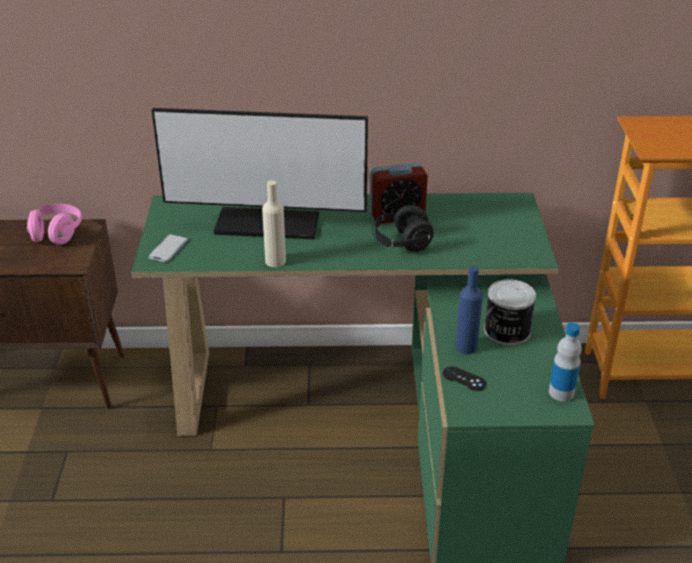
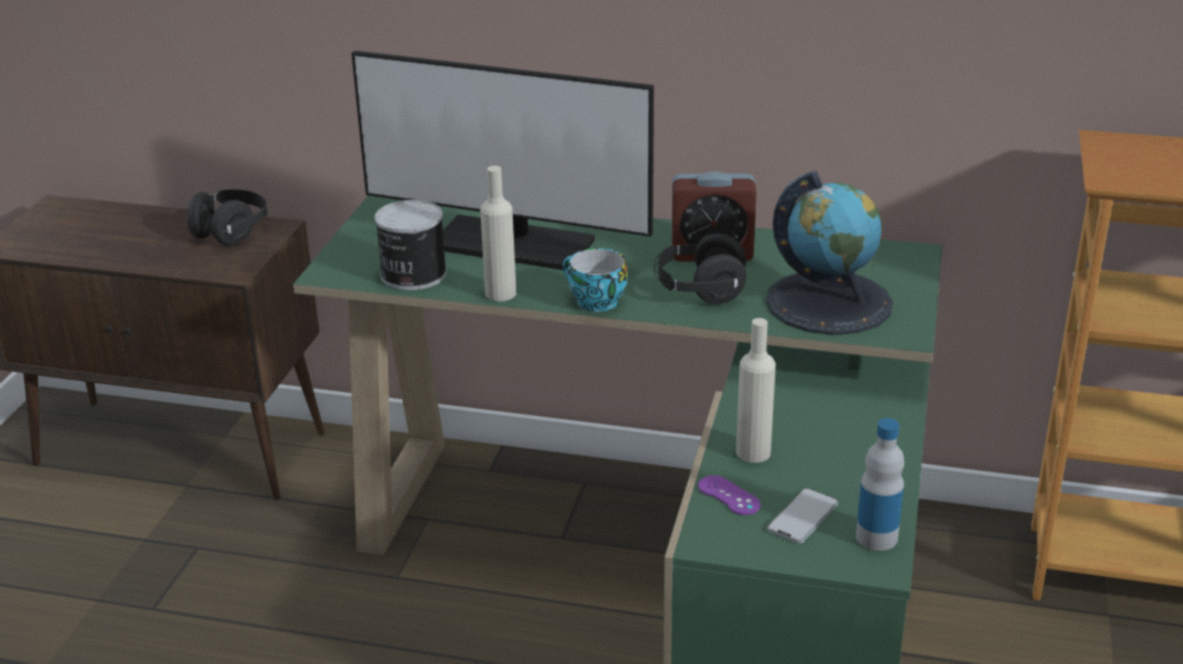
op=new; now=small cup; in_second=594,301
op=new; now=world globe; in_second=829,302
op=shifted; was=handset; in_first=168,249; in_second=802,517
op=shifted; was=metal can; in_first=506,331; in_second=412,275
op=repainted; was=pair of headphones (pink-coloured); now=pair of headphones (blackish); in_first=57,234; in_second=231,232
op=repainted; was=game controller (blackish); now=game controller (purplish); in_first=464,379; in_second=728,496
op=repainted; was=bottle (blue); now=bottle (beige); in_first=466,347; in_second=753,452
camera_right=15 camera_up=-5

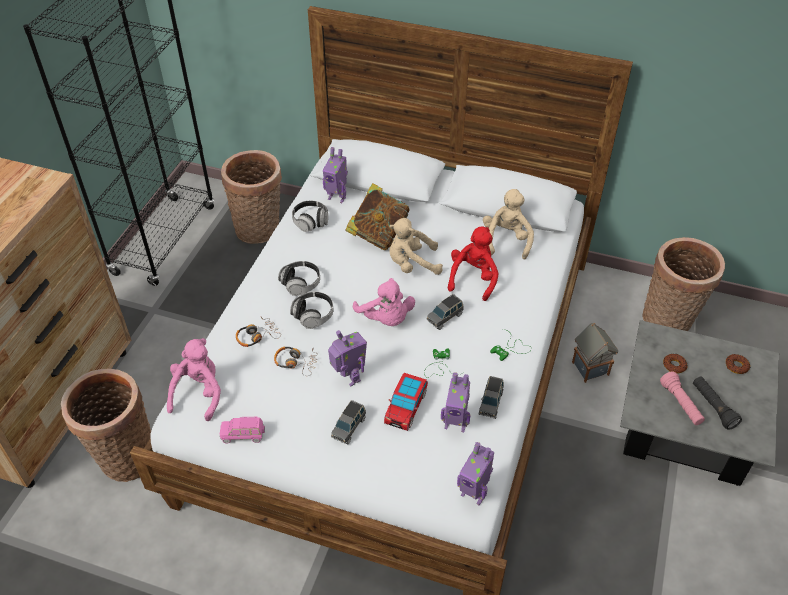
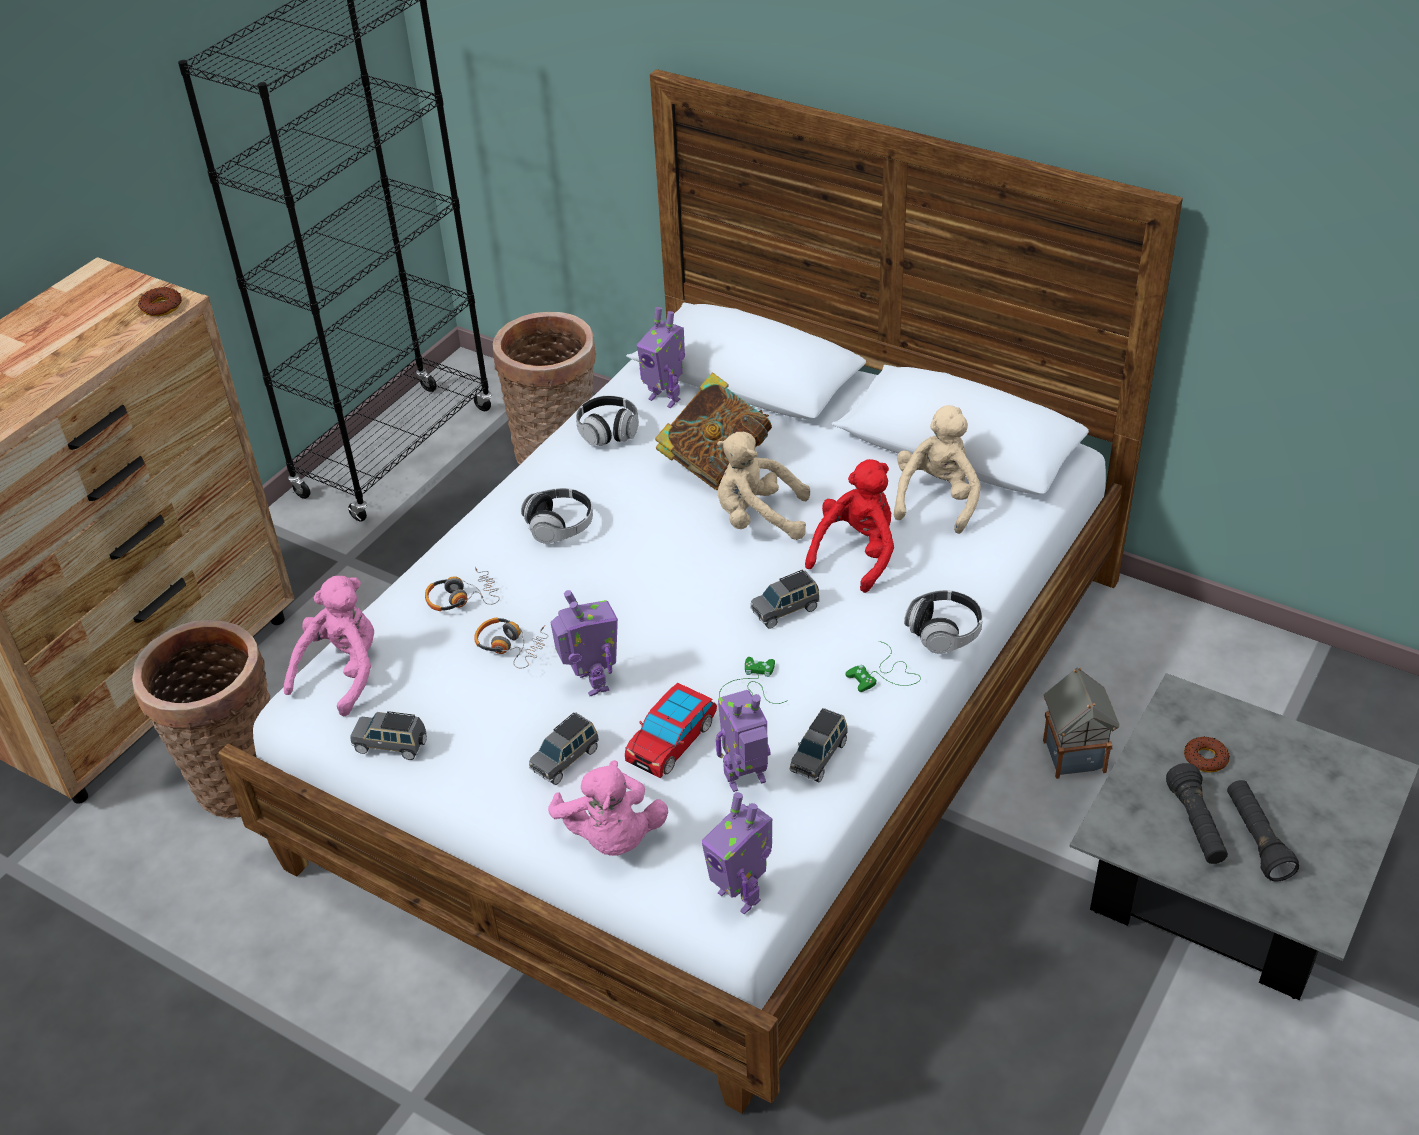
op=gone; was=basket; in_first=669,321
op=shifted; was=pair of headphones; in_first=313,315; in_second=944,632
op=shifted; was=cuddly toy (pink-coloured); in_first=386,319; in_second=611,837
op=shifted; was=doughnut; in_first=736,366; in_second=161,307
op=repainted; was=miniature car (pink-coloured); now=miniature car (gray); in_first=243,435; in_second=392,745
op=repainted; was=flashlight (pink-coloured); now=flashlight (blackish); in_first=681,404; in_second=1196,825
op=rotated; was=toy robot; in_first=455,424; in_second=746,781; clockwise=135
camera_right=15 camera_up=-5

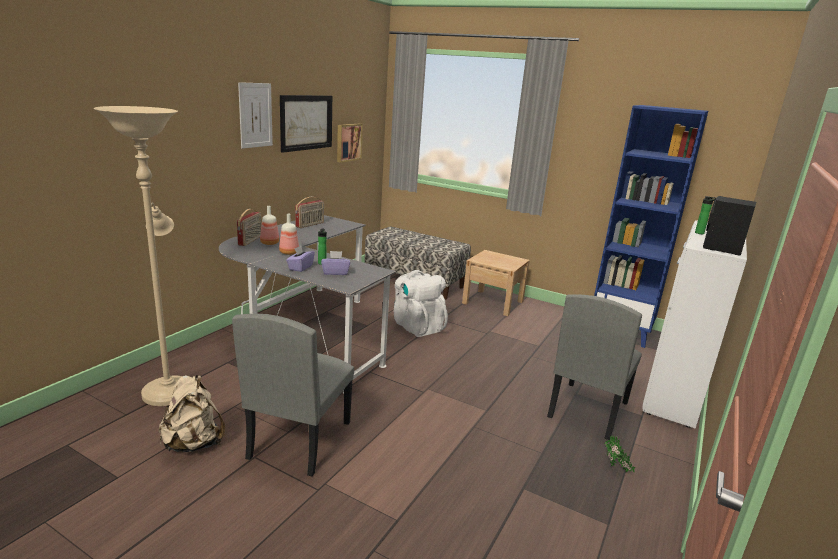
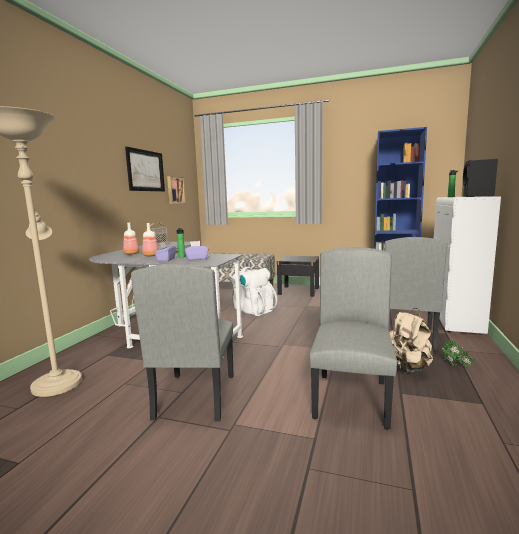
op=gone; was=radio receiver; in_first=250,241
op=gone; was=picture; in_first=255,115
op=new; now=chair (gray); in_second=352,399
op=shifted; was=backpack (beige); in_first=193,443; in_second=407,368
op=repainted; was=nightstand (beige); now=nightstand (blackish); in_first=493,302; in_second=298,291
camera_right=-10 camera_up=-10

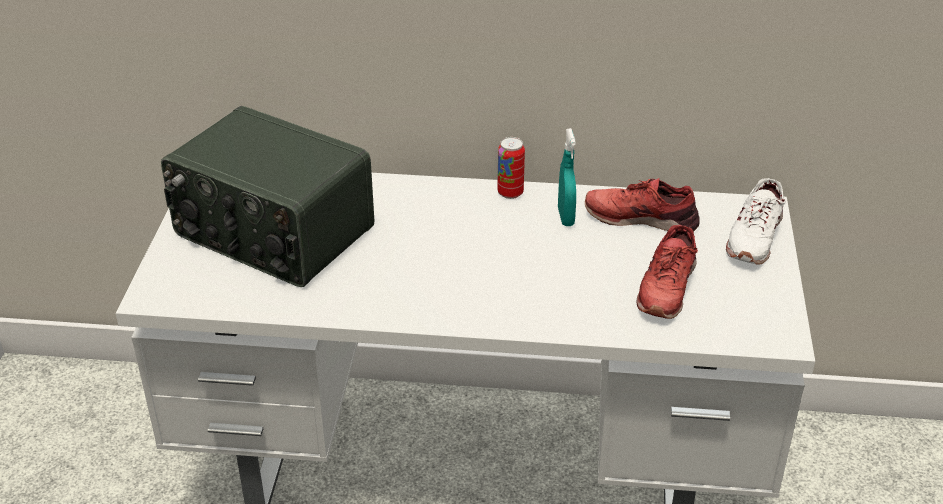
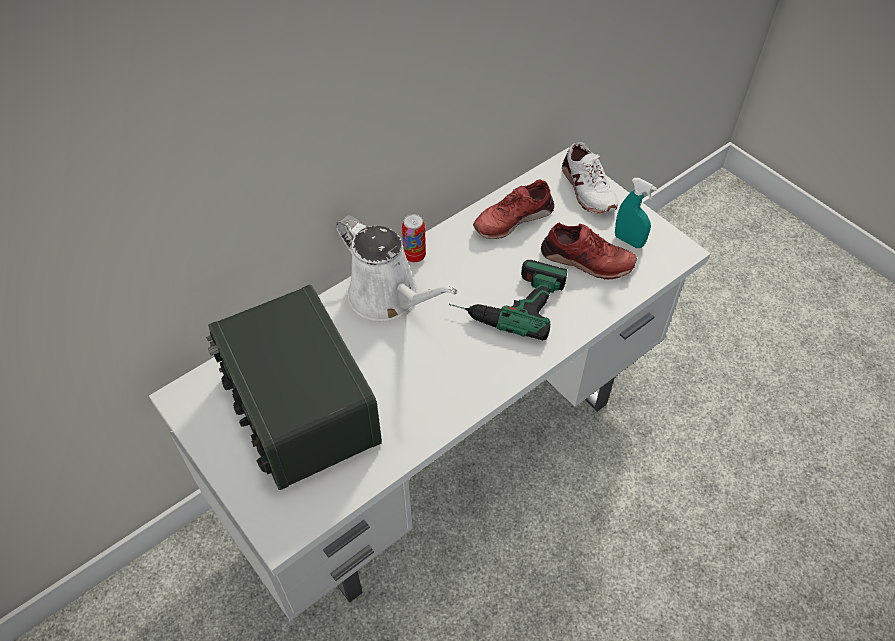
op=new; now=watering pot (whitish); in_second=388,297
op=new; now=power drill; in_second=507,300
op=shifted; was=hand sprayer (turquoise); in_first=565,217; in_second=628,241
op=rotated; was=radio receiver; in_first=272,233; in_second=298,409; clockwise=75
op=rotated; was=low shoe (red-coloured); in_first=666,287; in_second=586,260; clockwise=-45
camera_right=-45 camera_up=15

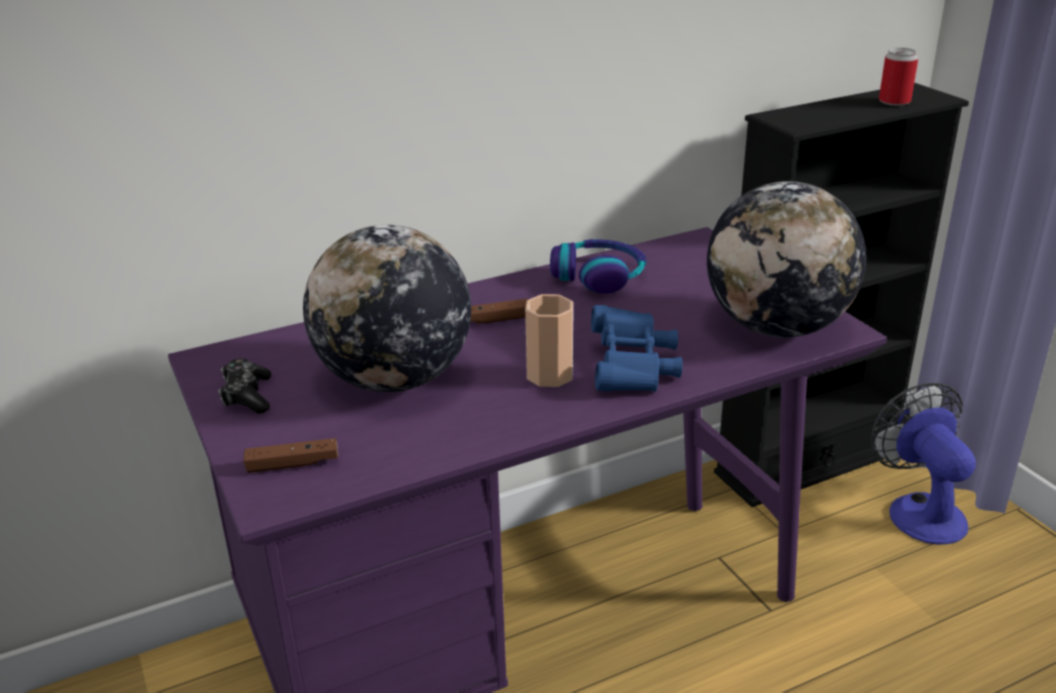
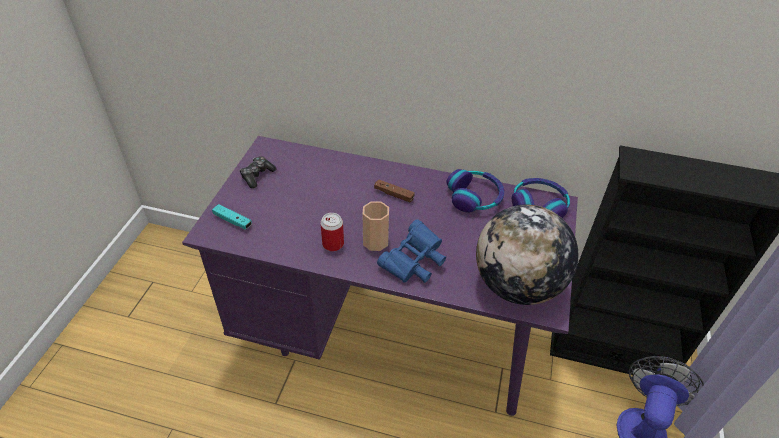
op=gone; was=world globe; in_first=394,379
op=new; now=pair of headphones; in_second=539,205
op=shifted; was=metal can; in_first=894,101; in_second=333,244
op=repainted; was=game controller (brown-coloured); now=game controller (turquoise); in_first=293,464; in_second=232,221
camera_right=40 camera_up=15

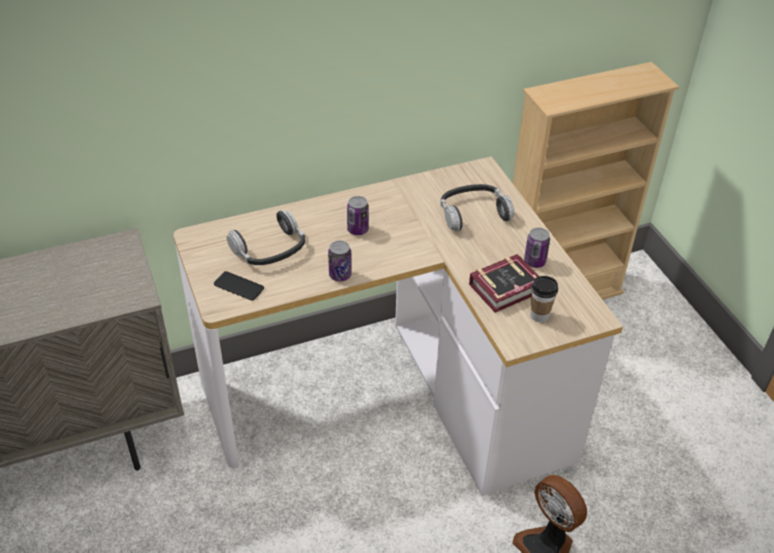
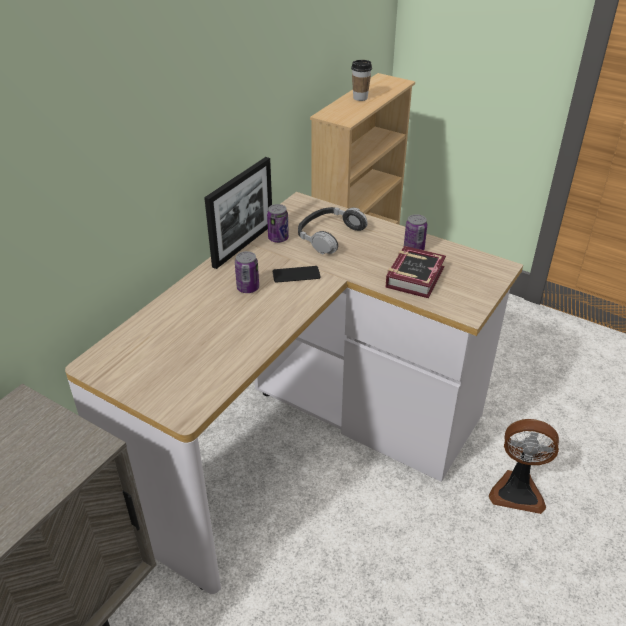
op=gone; was=pair of headphones; in_first=269,249
op=new; now=standing frame; in_second=243,245
op=shifted; was=handset; in_first=239,286; in_second=296,275
op=shifted; was=metal can; in_first=340,275; in_second=278,238
op=shifted; was=small cup; in_first=539,315; in_second=360,98
camera_right=-35 camera_up=-5

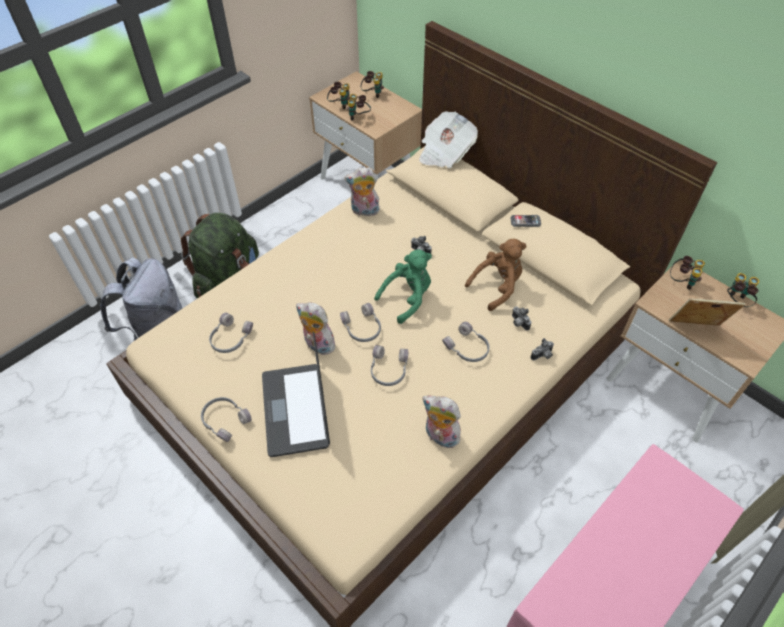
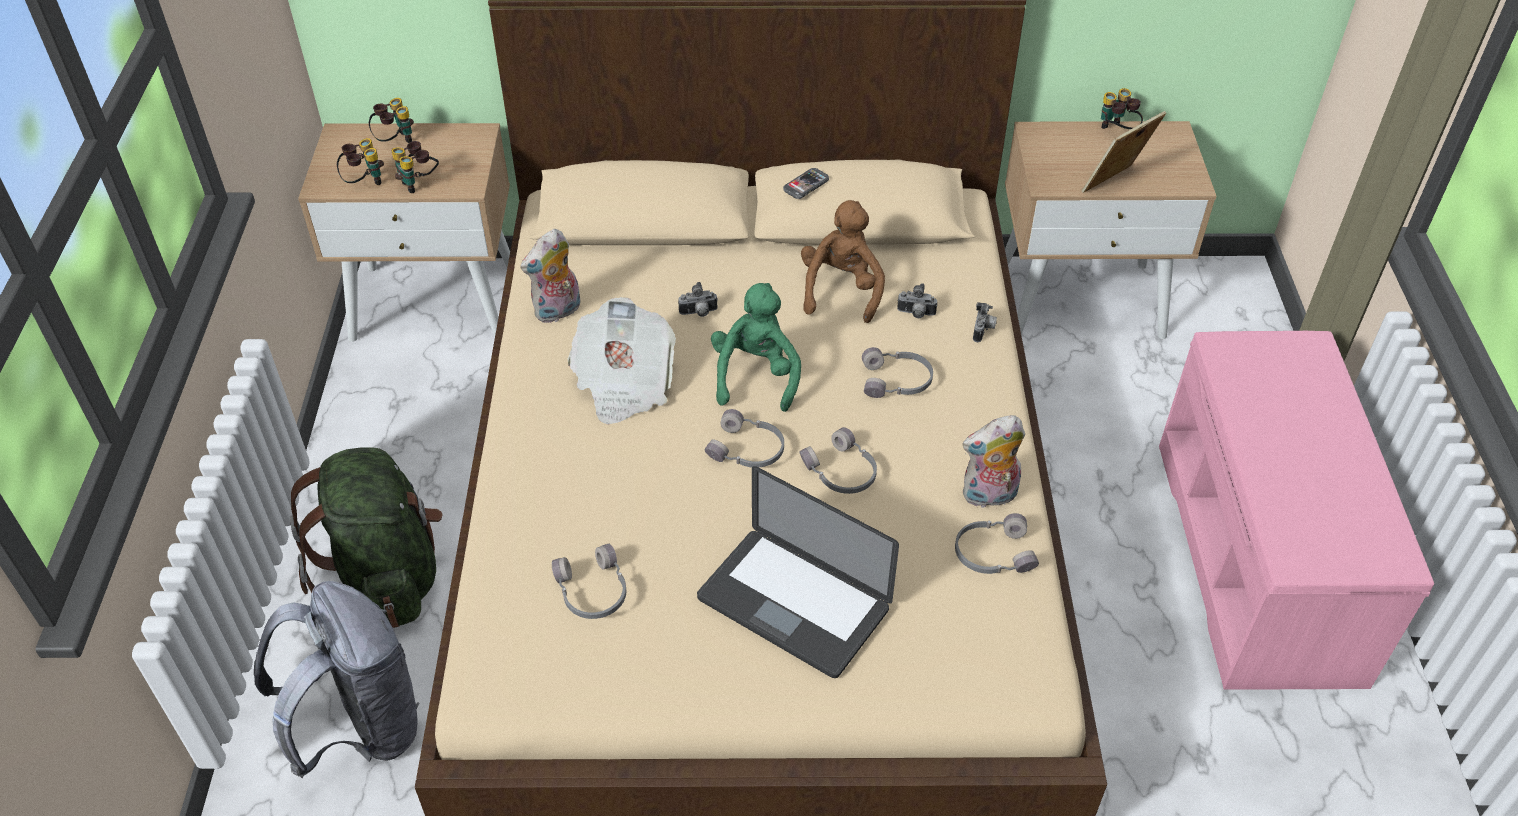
op=gone; was=cuddly toy; in_first=317,345
op=gone; was=field glasses; in_first=681,282
op=shifted; was=pair of headphones (gray); in_first=225,420; in_second=992,553
op=shifted; was=newspaper; in_first=445,152; in_second=623,383
camera_right=-45 camera_up=-5

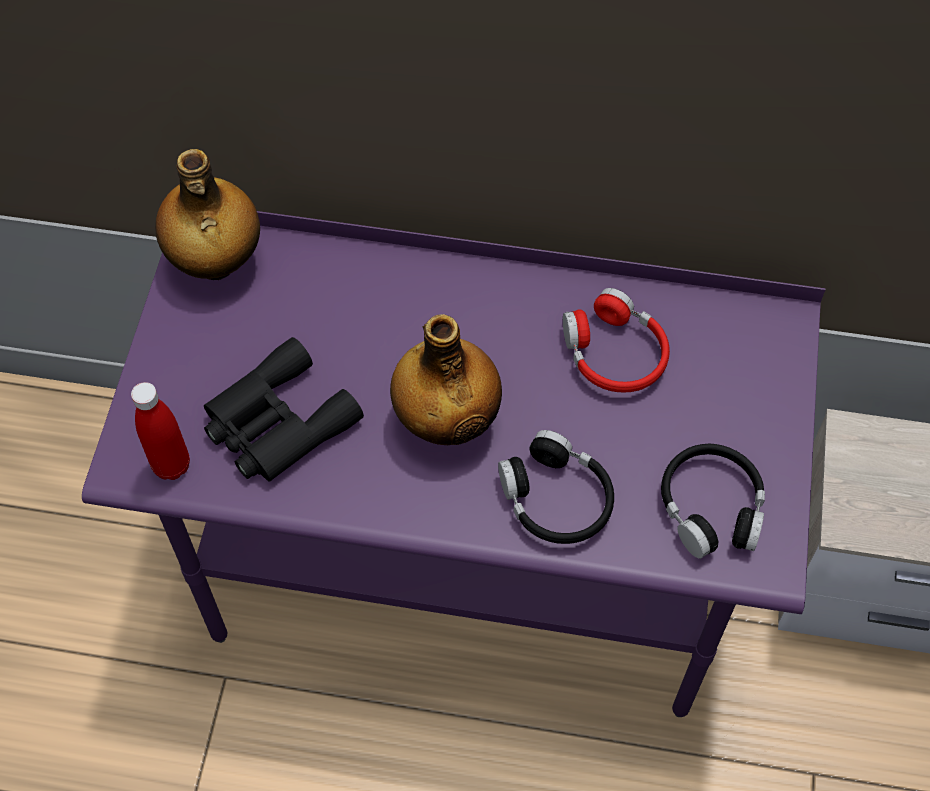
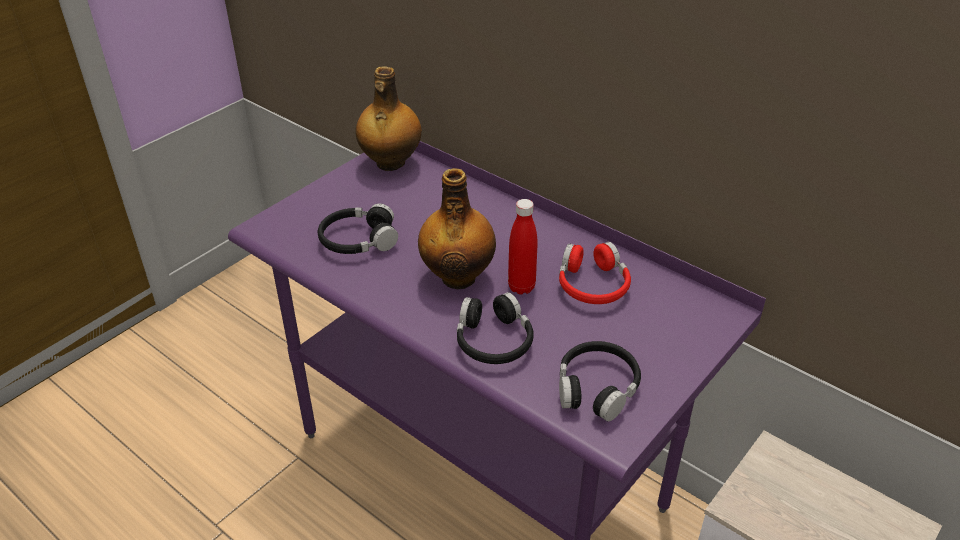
op=shifted; was=bottle (red-coloured); in_first=171,465; in_second=521,287
op=swapped; was=field glasses (blackish); now=pair of headphones (blackish); in_first=276,423; in_second=358,240
camera_right=30 camera_up=-20

